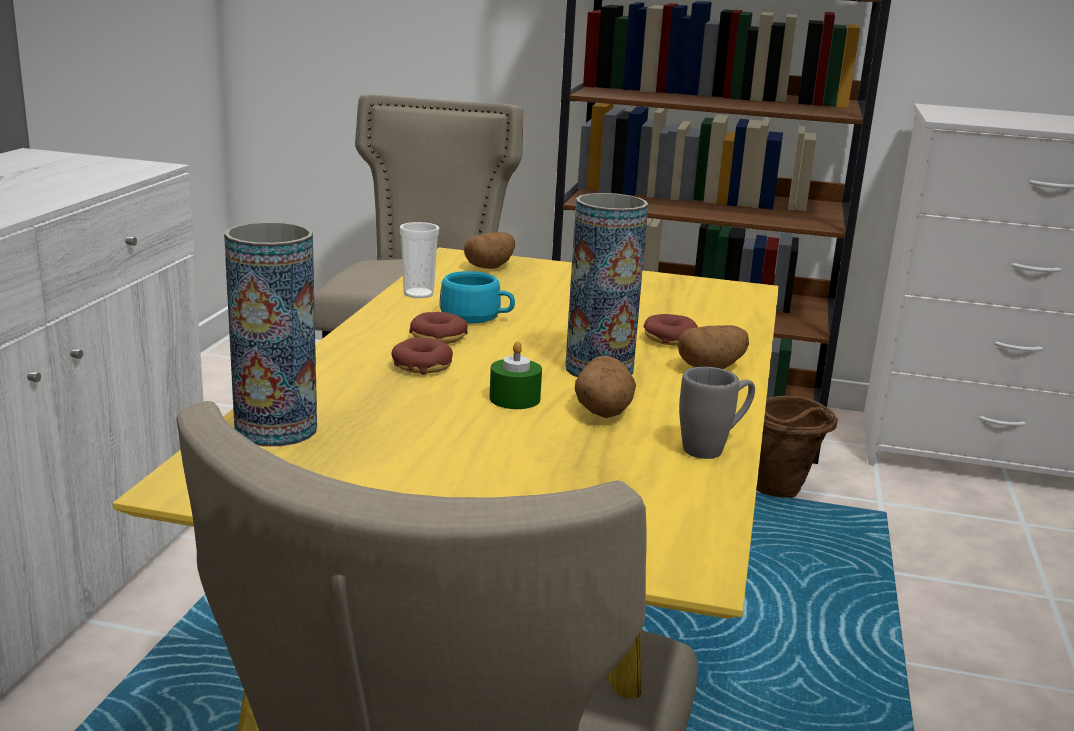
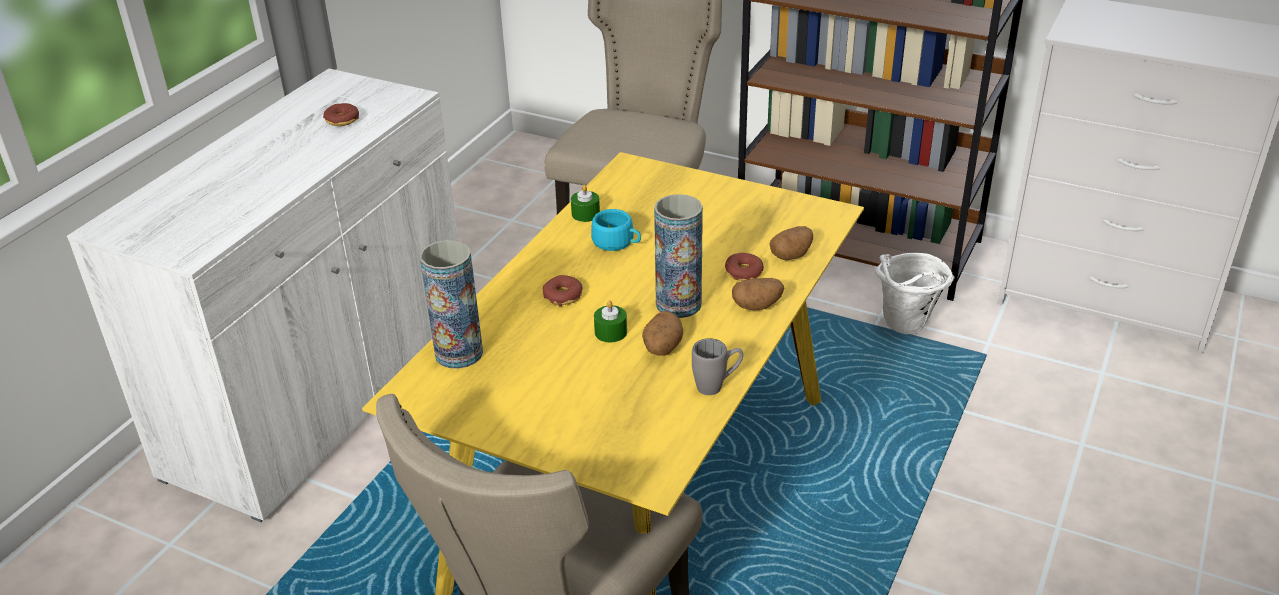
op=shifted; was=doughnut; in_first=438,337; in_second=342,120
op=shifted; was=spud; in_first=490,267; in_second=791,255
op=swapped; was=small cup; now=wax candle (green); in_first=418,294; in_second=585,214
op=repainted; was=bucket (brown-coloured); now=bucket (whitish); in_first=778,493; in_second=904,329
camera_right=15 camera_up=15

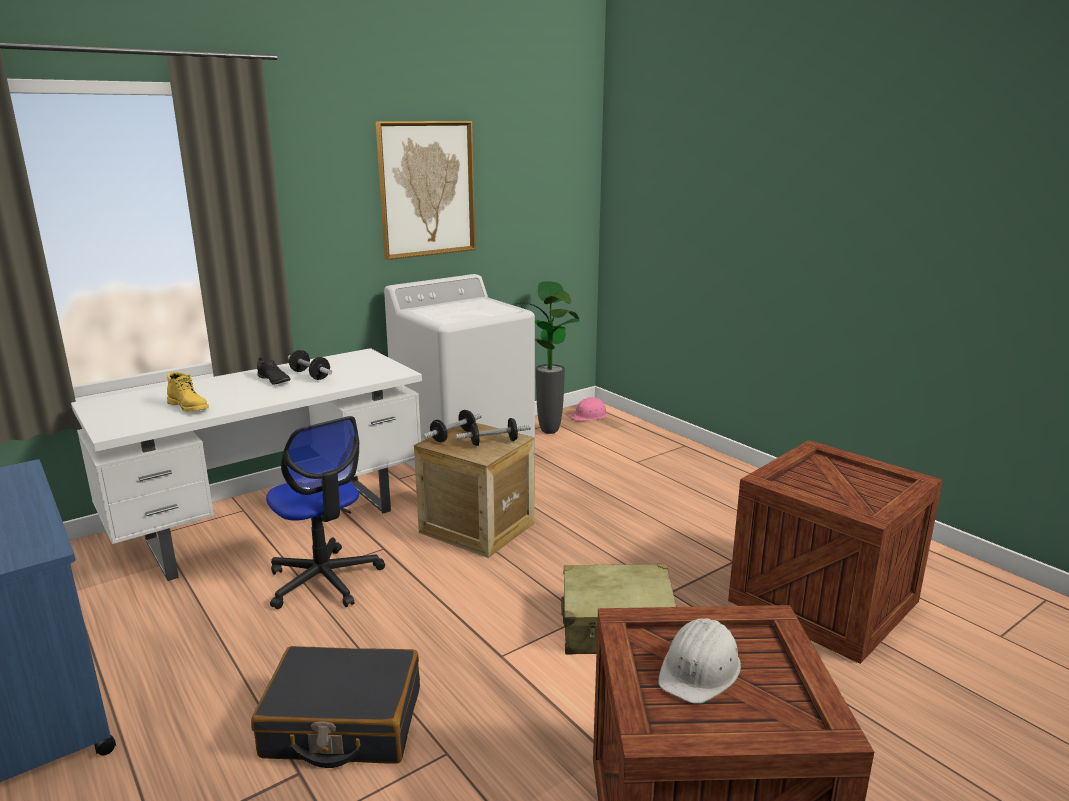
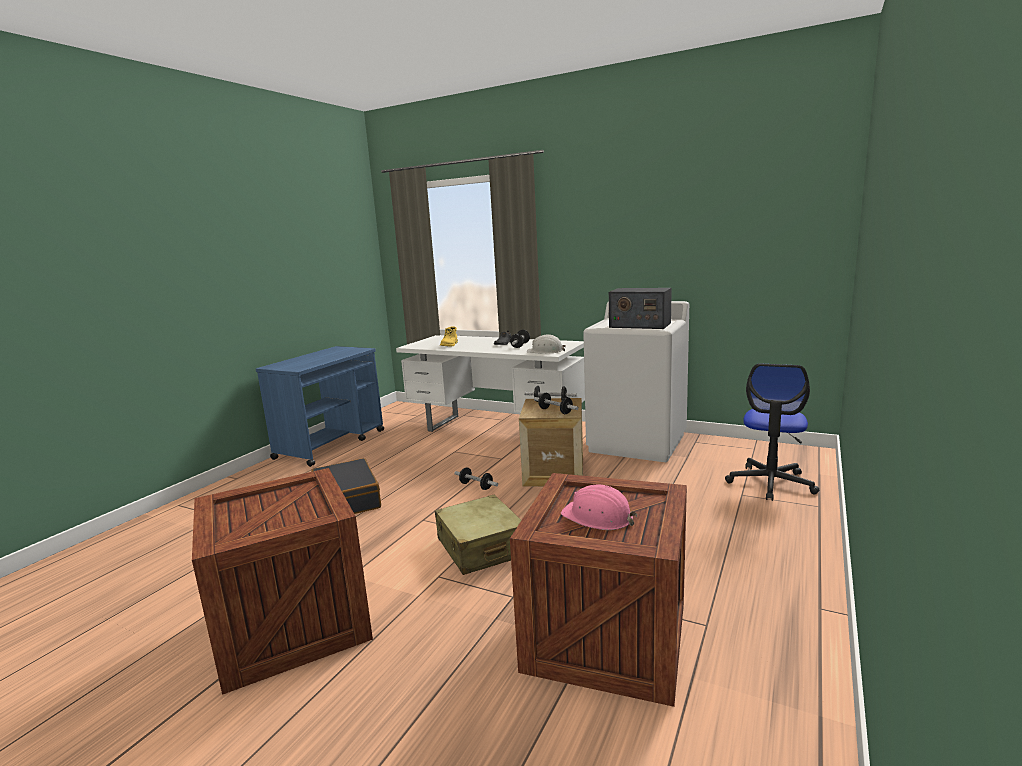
op=gone; was=picture; in_first=427,189
op=gone; was=houseplant; in_first=550,431
op=new; now=hand weight; in_second=476,486
op=new; now=radio receiver; in_second=639,325
op=shifted; was=office chair; in_first=324,580; in_second=770,483
op=shifted; was=hard hat (pink-coloured); in_first=589,415; in_second=598,517
op=shifted; was=hard hat (whitish); in_first=700,669; in_second=545,351
camera_right=65 camera_up=-5

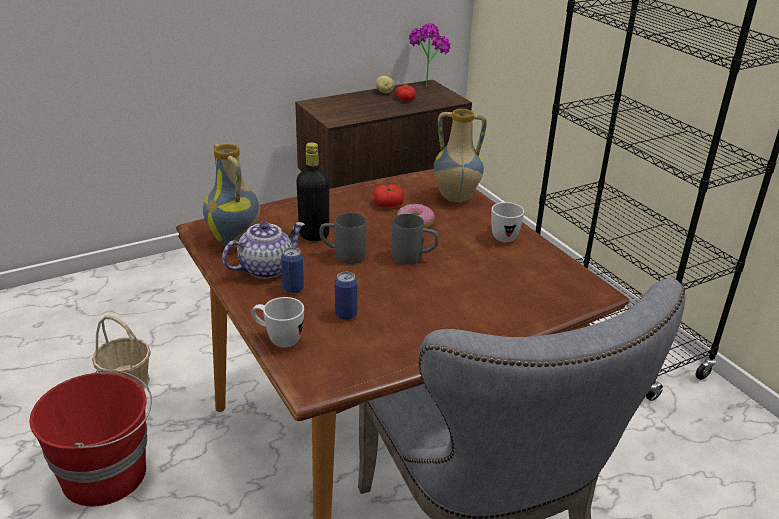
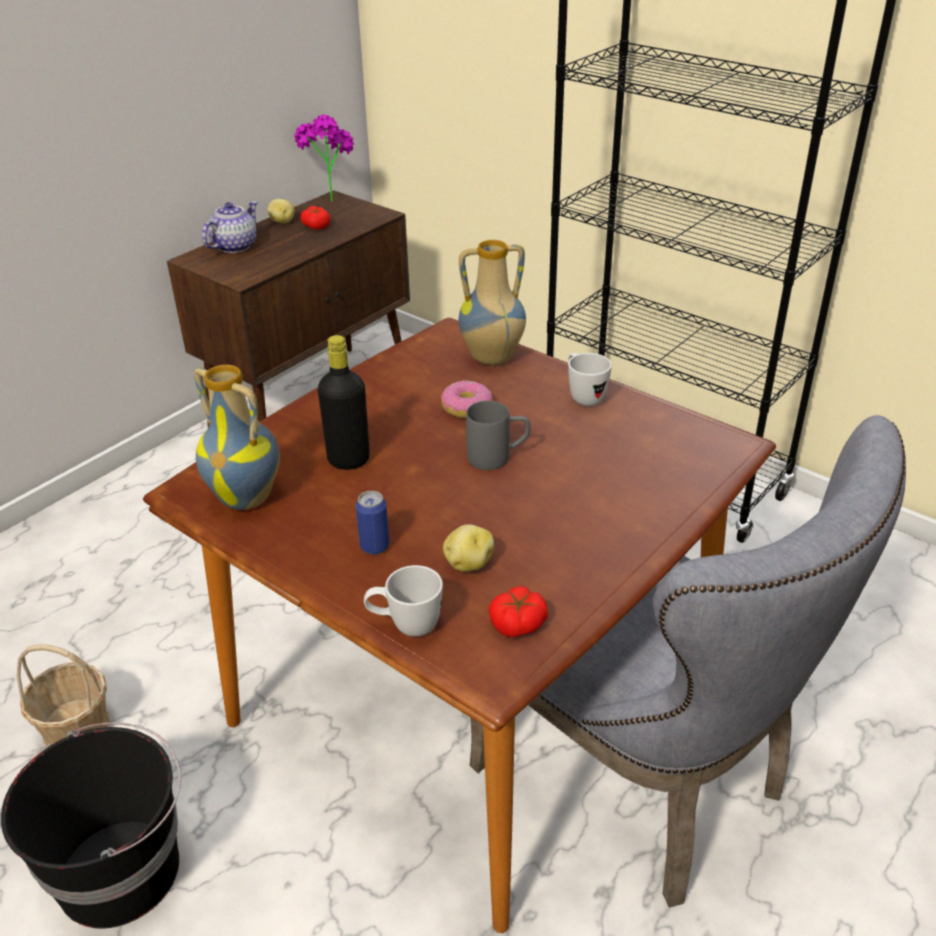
op=gone; was=tea mug (gray); in_first=342,255
op=shifted; was=teapot; in_first=266,268; in_second=234,246
op=shifted; was=tomato; in_first=388,204; in_second=518,624
op=swapped; was=metal can; now=spud; in_first=346,315; in_second=468,563
op=repainted; was=bucket (red-coloured); now=bucket (blackish); in_first=106,474; in_second=121,870
camera_right=-20 camera_up=5

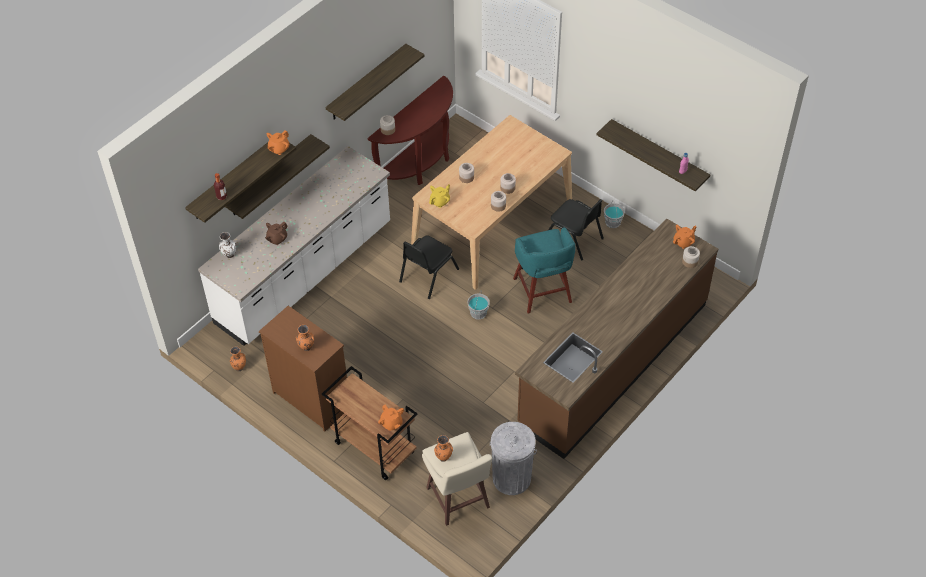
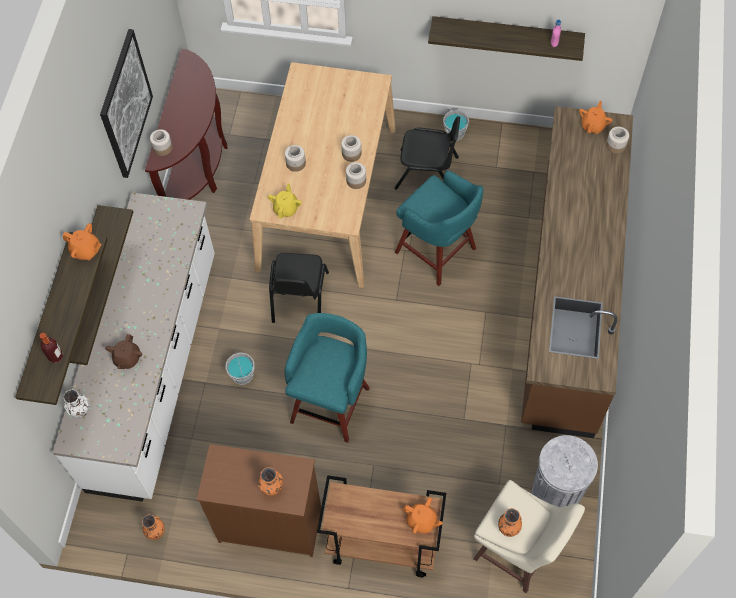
op=new; now=sitting stool (turquoise); in_second=331,402
op=shifted; was=bucket (gray); in_first=478,313; in_second=243,375
op=swapped; was=wall shelf; now=picture; in_first=367,83; in_second=125,104
op=rotated; was=teapot (orangey); in_first=279,149; in_second=86,250; clockwise=-75
camera_right=-30 camera_up=10

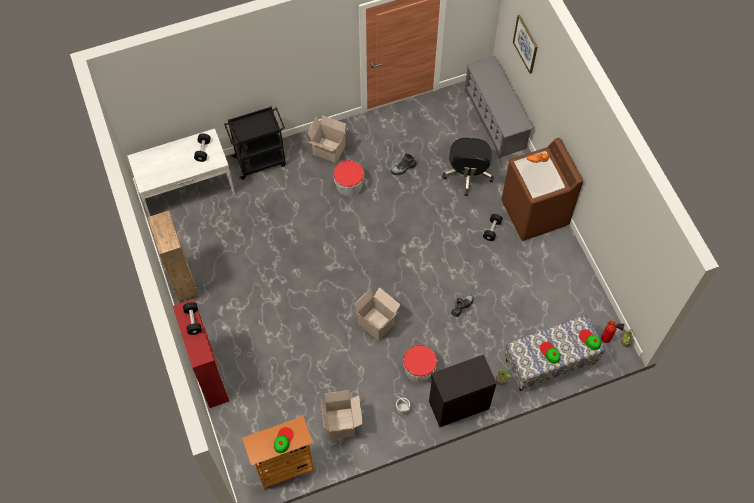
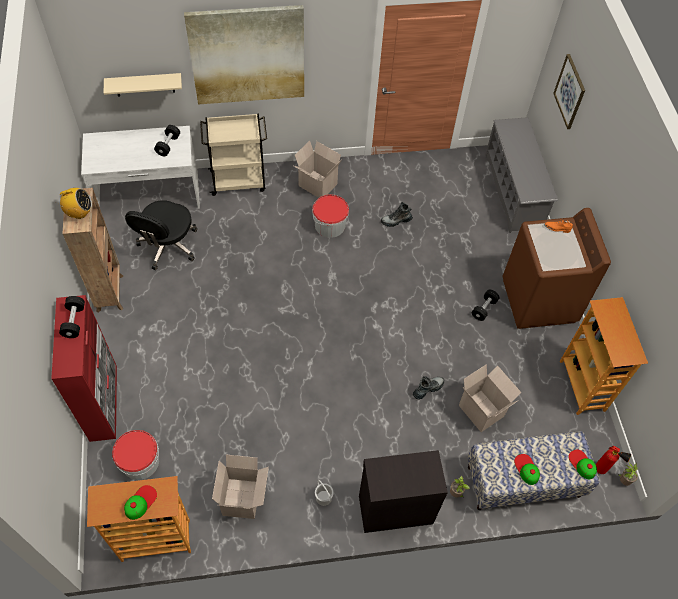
op=new; now=radio receiver; in_second=79,213
op=new; now=wall shelf (beige); in_second=144,84
op=new; now=picture; in_second=247,55
op=new; now=bookcase; in_second=582,386
op=shifted; was=cardboard box; in_first=377,323; in_second=482,410
op=shifted; was=bucket; in_first=419,369; in_second=140,462
op=shifted; was=office chair (blackish); in_first=467,174; in_second=168,246
op=repainted; was=trolley (blackish); now=trolley (beige); in_first=261,161; in_second=239,181
camera_right=10 camera_up=-5

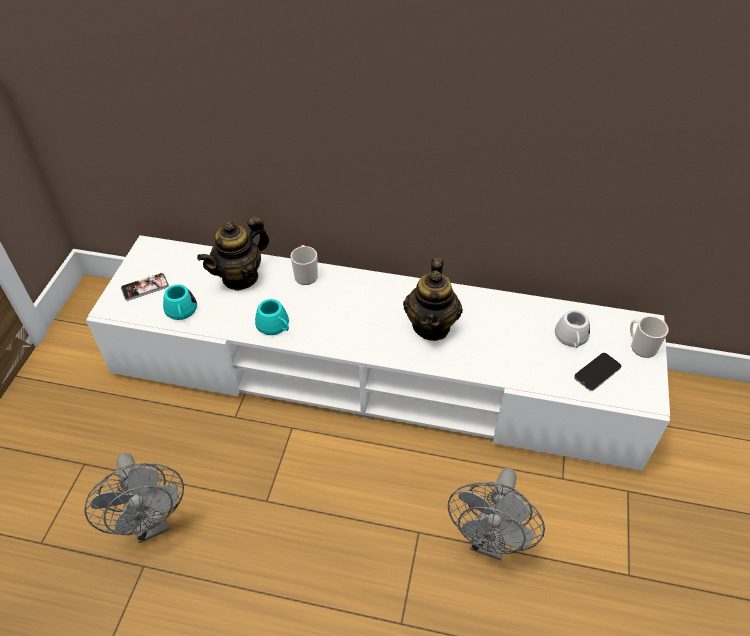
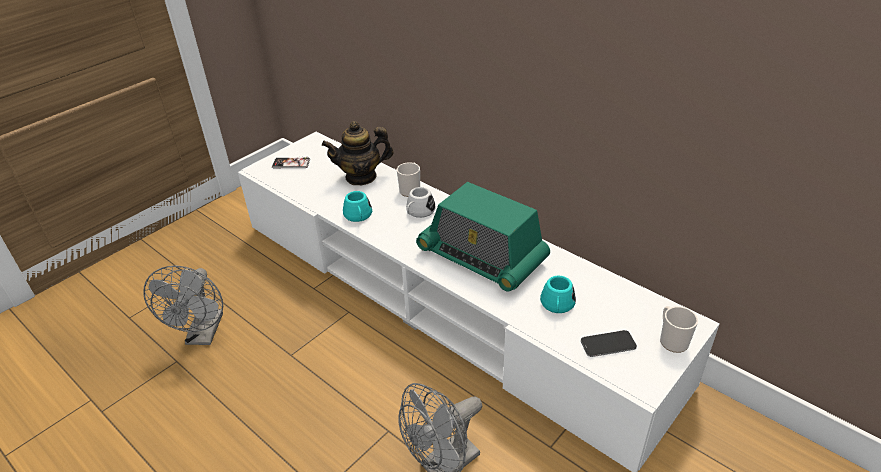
op=shifted; was=tea mug (turquoise); in_first=181,312; in_second=557,306
op=shifted; was=tea mug (whitish); in_first=571,339; in_second=418,212
op=swapped; was=teapot; now=radio receiver; in_first=431,326; in_second=482,256
camera_right=30 camera_up=-10

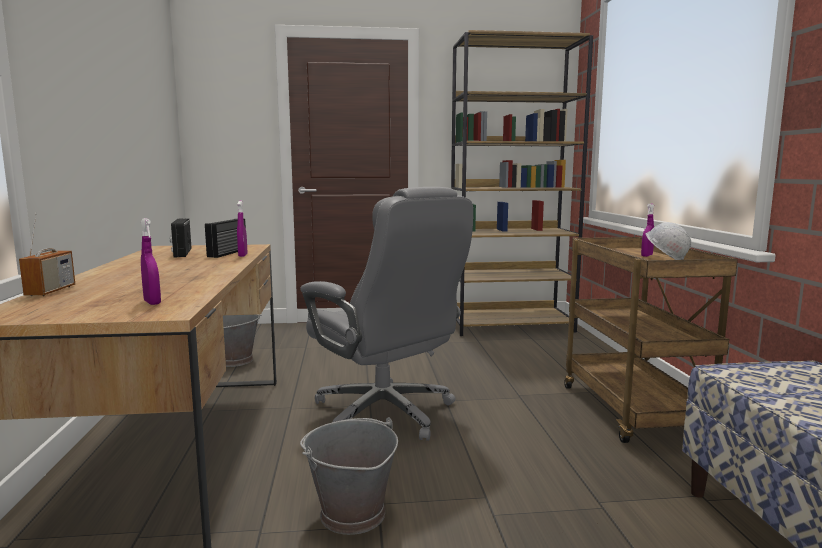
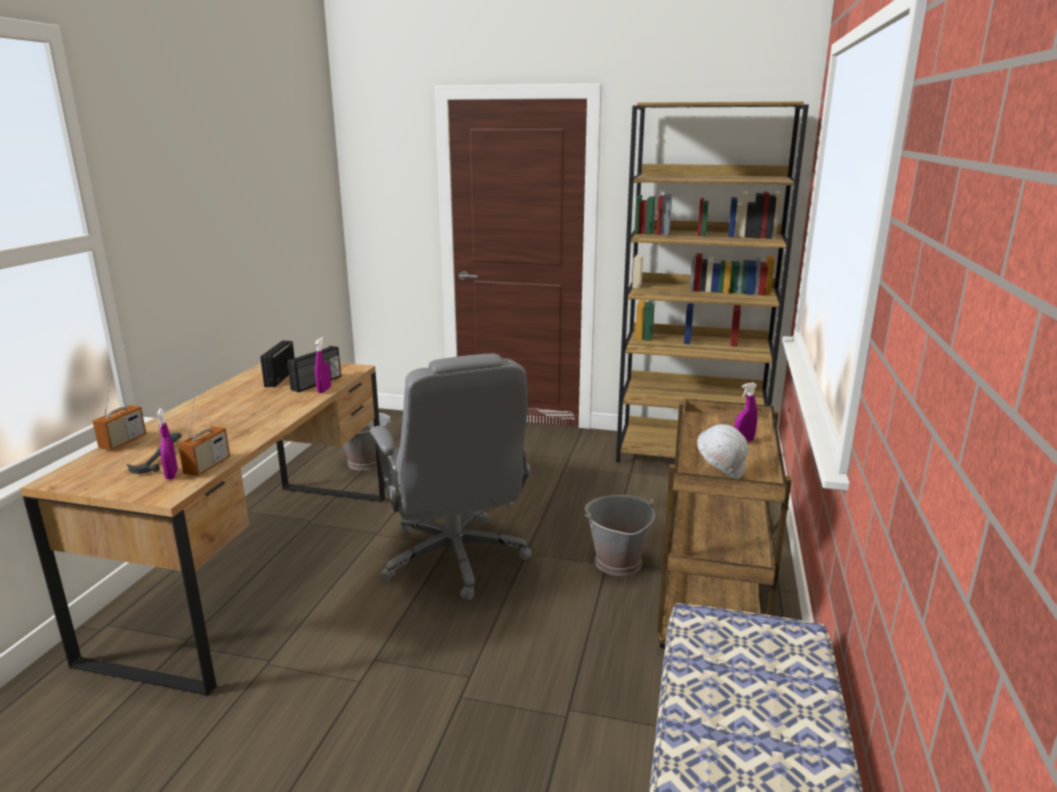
op=new; now=hammer; in_second=158,457
op=new; now=radio receiver; in_second=207,466
op=shifted; was=bucket (gray); in_first=351,514; in_second=617,562
camera_right=20 camera_up=10

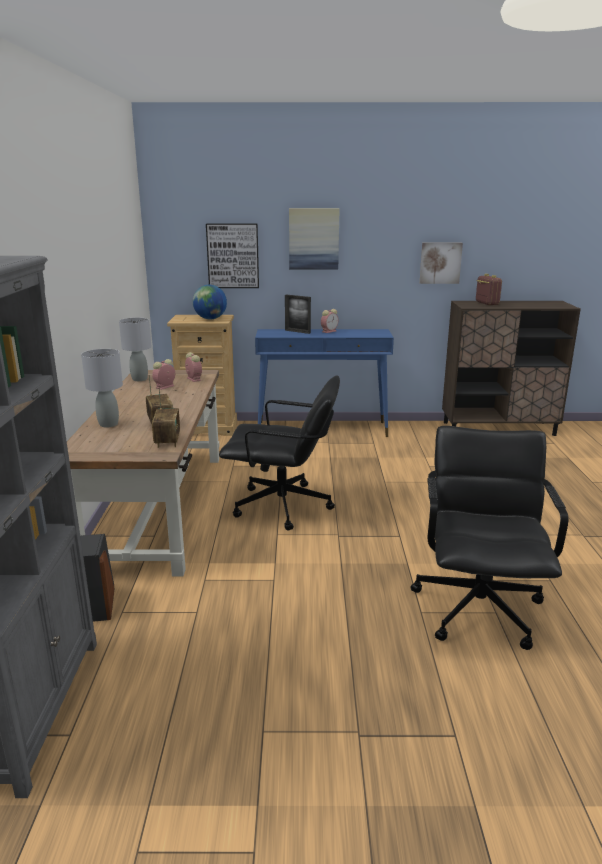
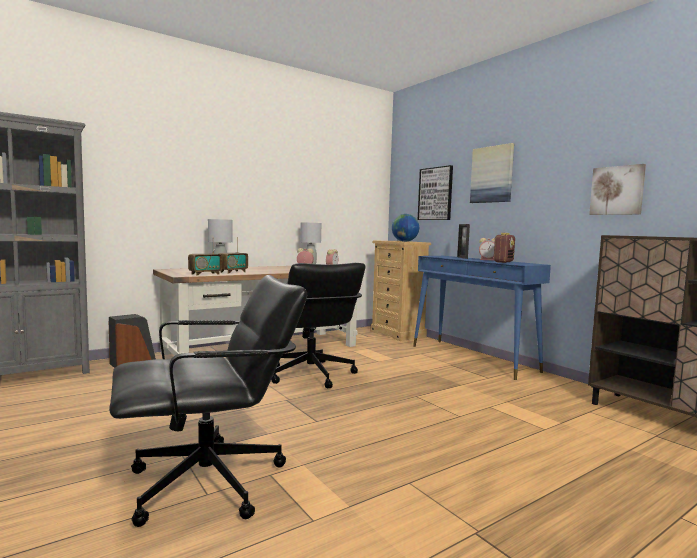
op=shifted; was=radio receiver; in_first=486,303; in_second=503,262
camera_right=55 camera_up=-15

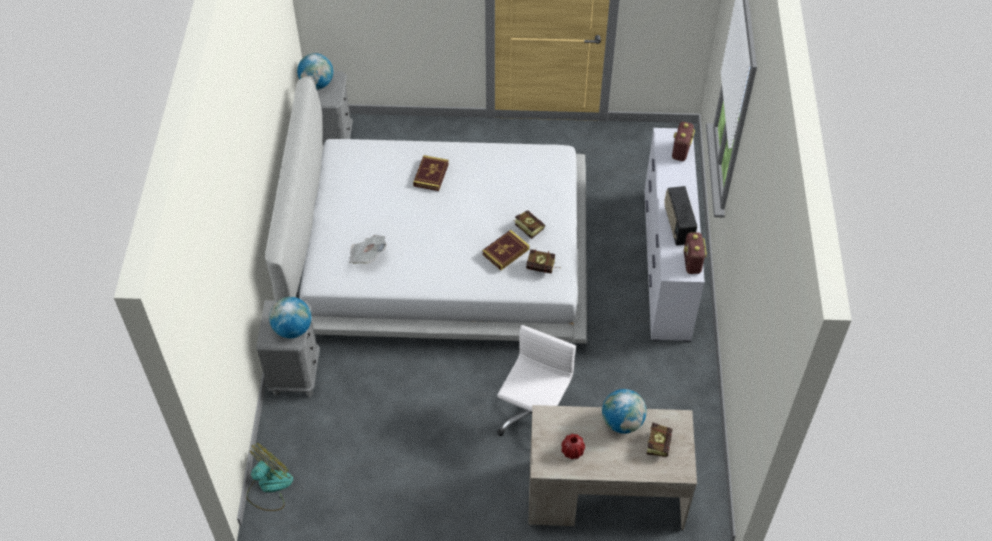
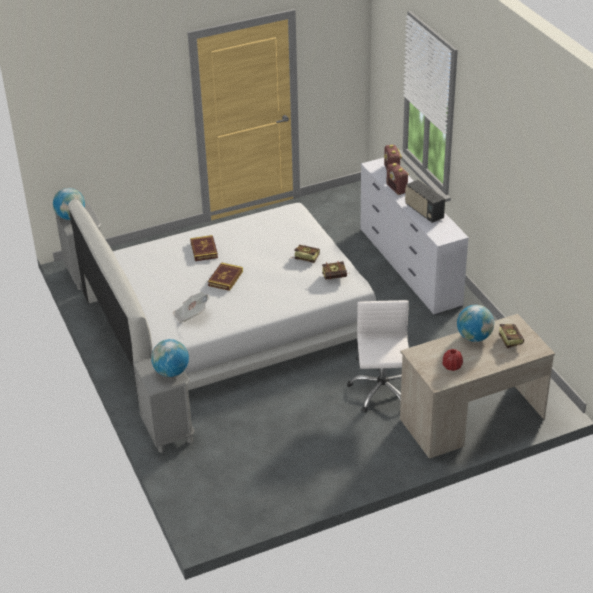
op=gone; was=fan; in_first=269,487
op=shifted; was=bound book; in_first=505,251; in_second=225,278
op=shifted; was=radio receiver; in_first=692,263; in_second=397,189
camera_right=-25 camera_up=-15

